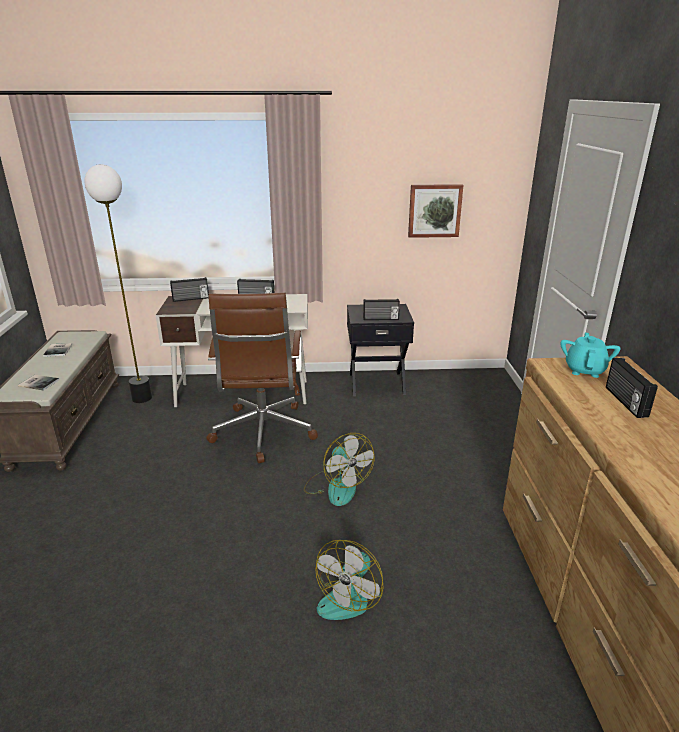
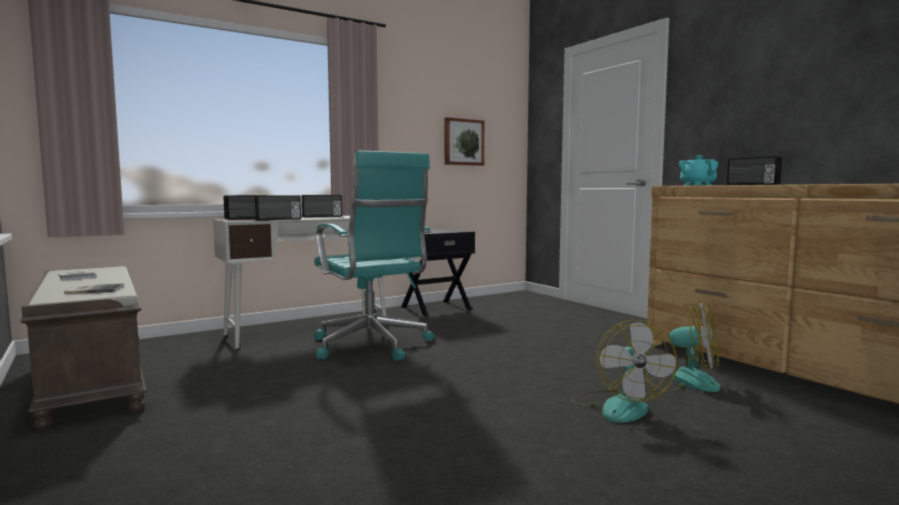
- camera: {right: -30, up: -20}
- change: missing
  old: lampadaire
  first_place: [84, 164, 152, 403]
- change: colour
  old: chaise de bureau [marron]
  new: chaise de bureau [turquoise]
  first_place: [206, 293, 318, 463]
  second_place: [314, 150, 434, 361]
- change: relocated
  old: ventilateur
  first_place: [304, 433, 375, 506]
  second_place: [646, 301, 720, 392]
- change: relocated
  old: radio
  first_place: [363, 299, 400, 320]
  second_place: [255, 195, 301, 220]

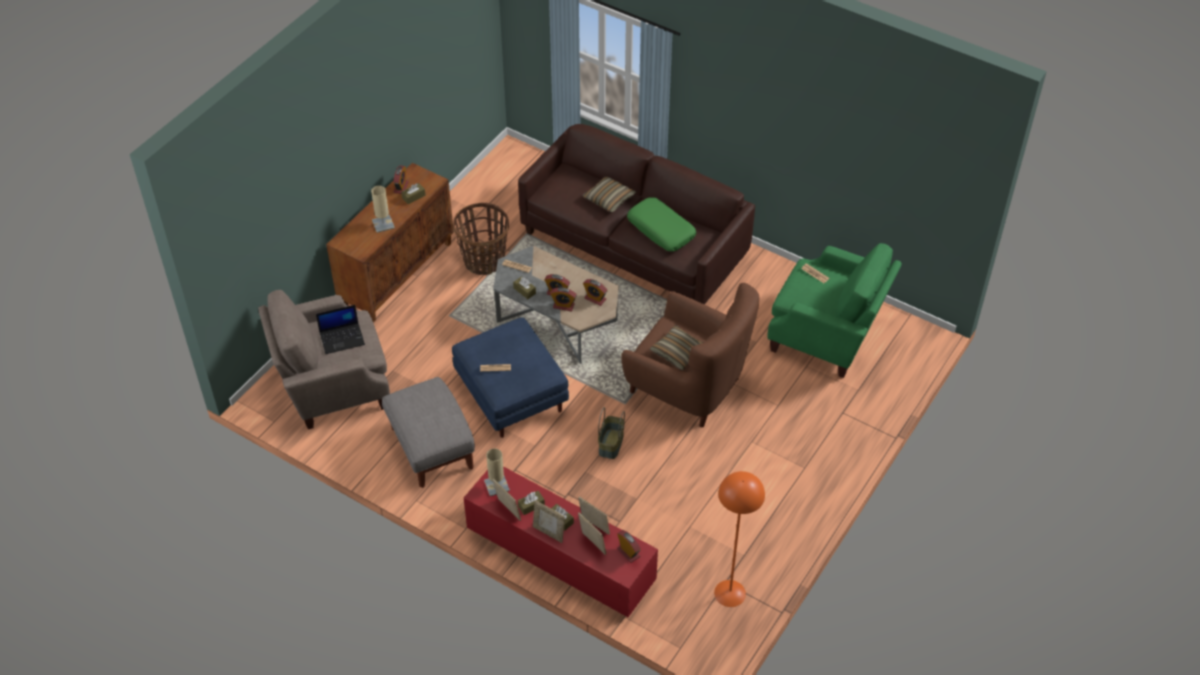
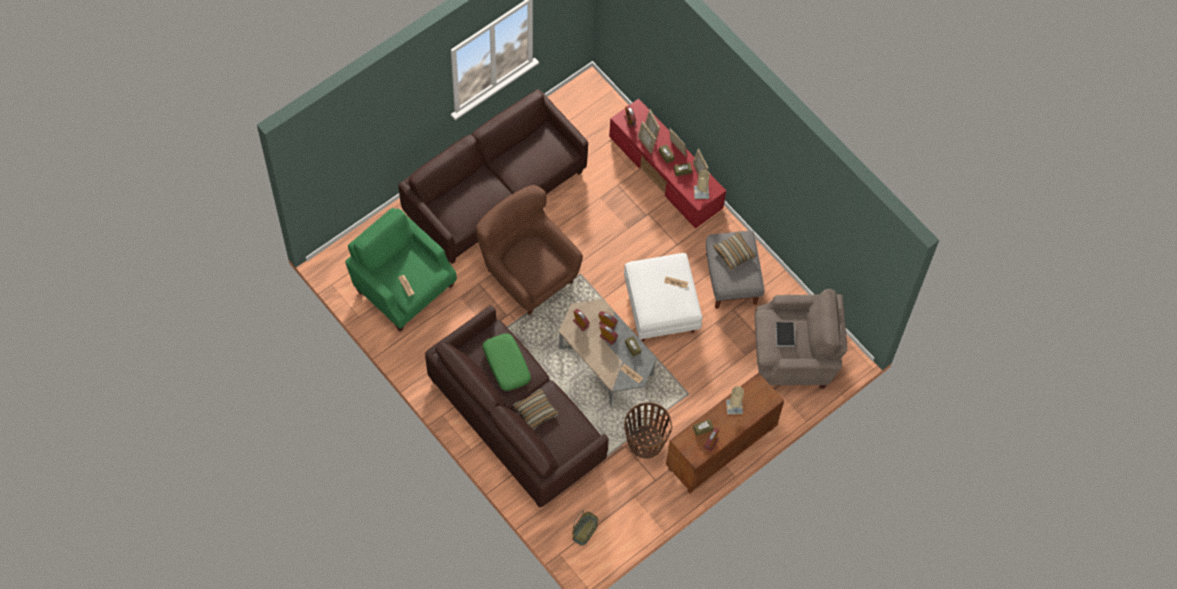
- camera: {right: -165, up: 15}
- change: exchanged
  old: ordinateur portable
  new: livre
  first_place: [316, 305, 365, 354]
  second_place: [776, 321, 795, 347]
- change: colour
  old: pouf [bleu]
  new: pouf [blanc]
  first_place: [452, 317, 569, 438]
  second_place: [624, 253, 702, 341]
- change: relocated
  old: panier
  first_place: [598, 407, 625, 459]
  second_place: [572, 510, 598, 546]
- change: relocated
  old: coussin
  first_place: [650, 325, 703, 371]
  second_place: [712, 231, 756, 270]
- change: missing
  old: lampadaire [orange]
  first_place: [714, 471, 765, 607]
- change: appeared
  new: canapé [marron]
  second_place: [398, 89, 588, 264]

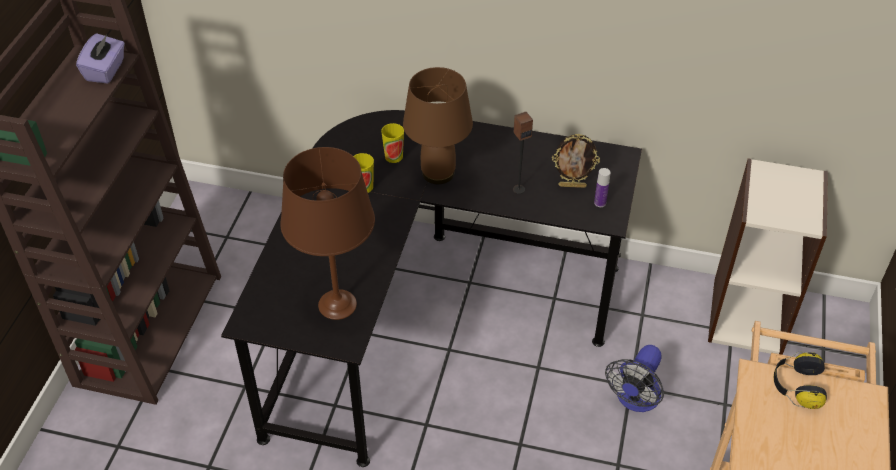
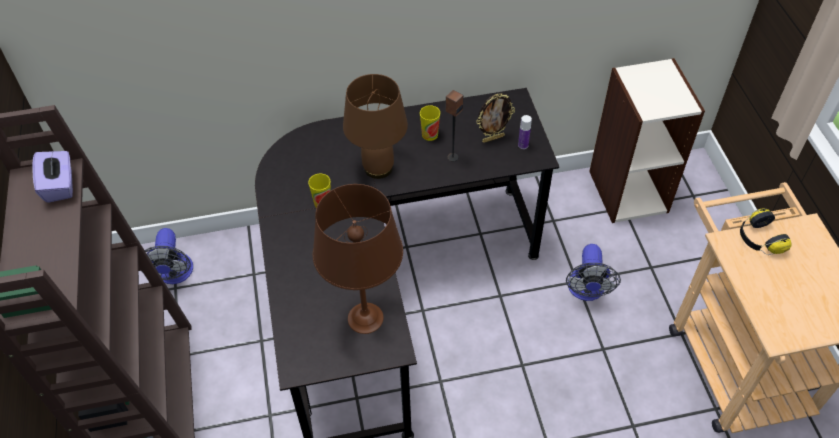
- camera: {right: -25, up: 5}
- change: relocated
  old: tasse
  first_place: [381, 123, 404, 163]
  second_place: [420, 105, 440, 141]
- change: appeared
  new: ventilateur
  second_place: [141, 228, 193, 284]

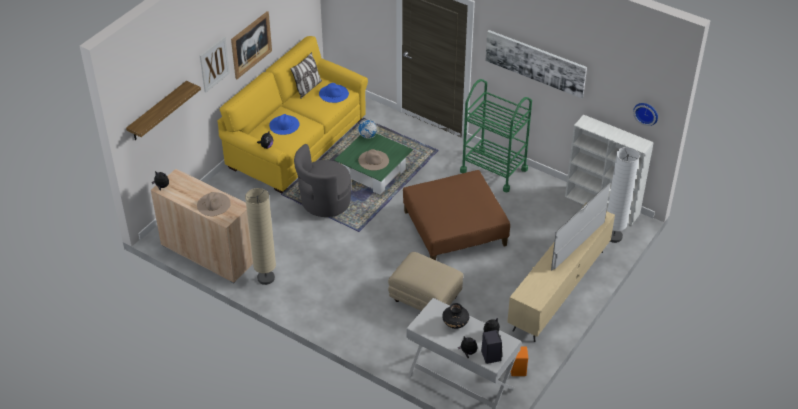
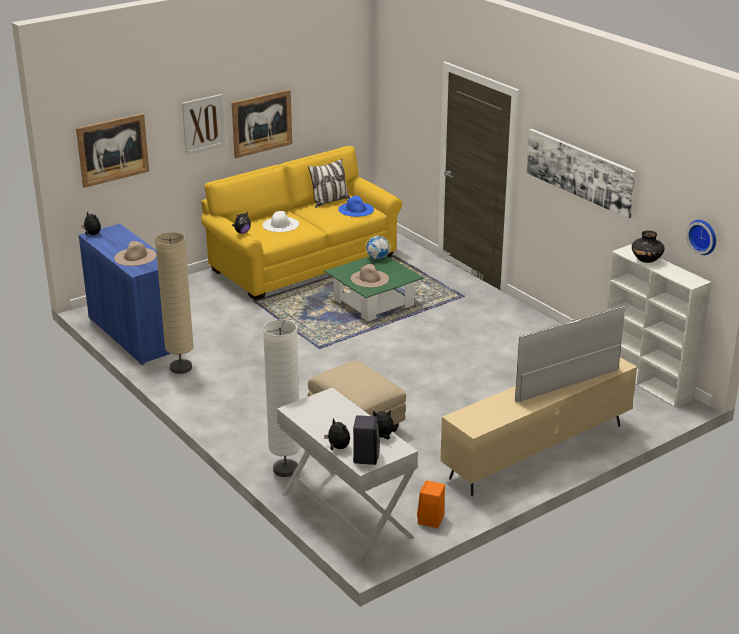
- camera: {right: 20, up: -15}
- change: exchanged
  old: étagère
  new: tableau
  first_place: [126, 81, 201, 140]
  second_place: [76, 113, 149, 188]
- change: colour
  old: meuble de rangement [beige]
  new: meuble de rangement [bleu]
  first_place: [151, 169, 253, 283]
  second_place: [78, 224, 171, 365]
- change: colour
  old: chapeau [bleu]
  new: chapeau [blanc]
  first_place: [269, 114, 299, 135]
  second_place: [263, 211, 299, 232]
- change: missing
  old: fauteuil [gris]
  first_place: [294, 144, 352, 217]
- change: missing
  old: pouf [marron]
  first_place: [403, 170, 510, 260]
- change: relocated
  old: vase [noir]
  first_place: [442, 303, 469, 329]
  second_place: [632, 231, 665, 263]
- change: missing
  old: chariot [vert]
  first_place: [460, 79, 532, 193]
- change: relocated
  old: lampadaire [blanc]
  first_place: [607, 147, 640, 243]
  second_place: [263, 319, 301, 477]

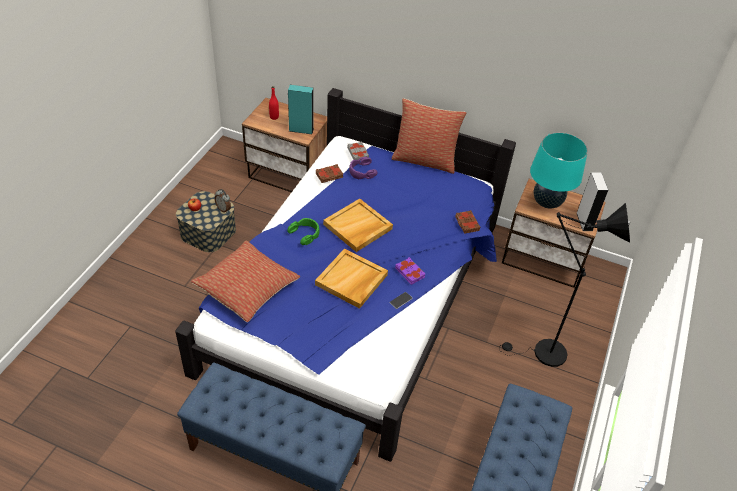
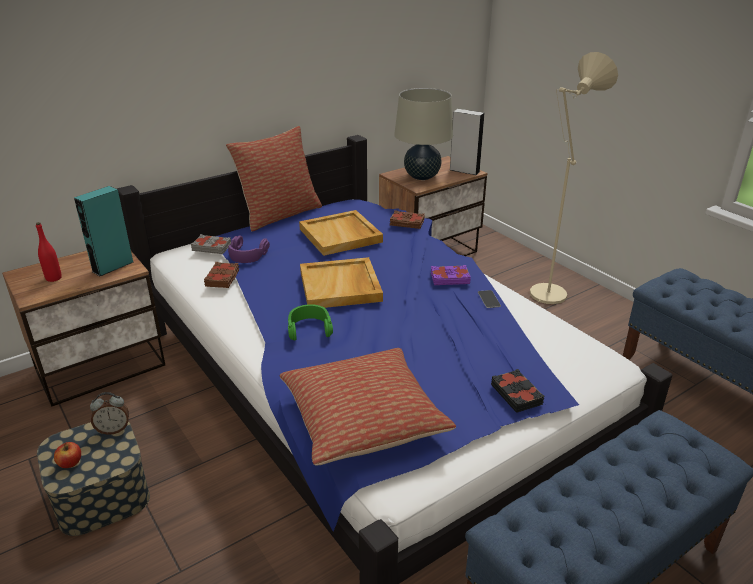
- camera: {right: -55, up: -15}
- change: relocated
  old: plateau [beige]
  first_place: [315, 249, 388, 309]
  second_place: [299, 210, 383, 256]
- change: colour
  old: lampadaire [noir]
  new: lampadaire [beige]
  first_place: [499, 203, 630, 367]
  second_place: [530, 52, 618, 304]
- change: colour
  old: lampe de table [turquoise]
  new: lampe de table [beige]
  first_place: [530, 132, 588, 209]
  second_place: [394, 88, 453, 180]
- change: appeared
  new: livre [noir]
  second_place: [491, 369, 544, 413]

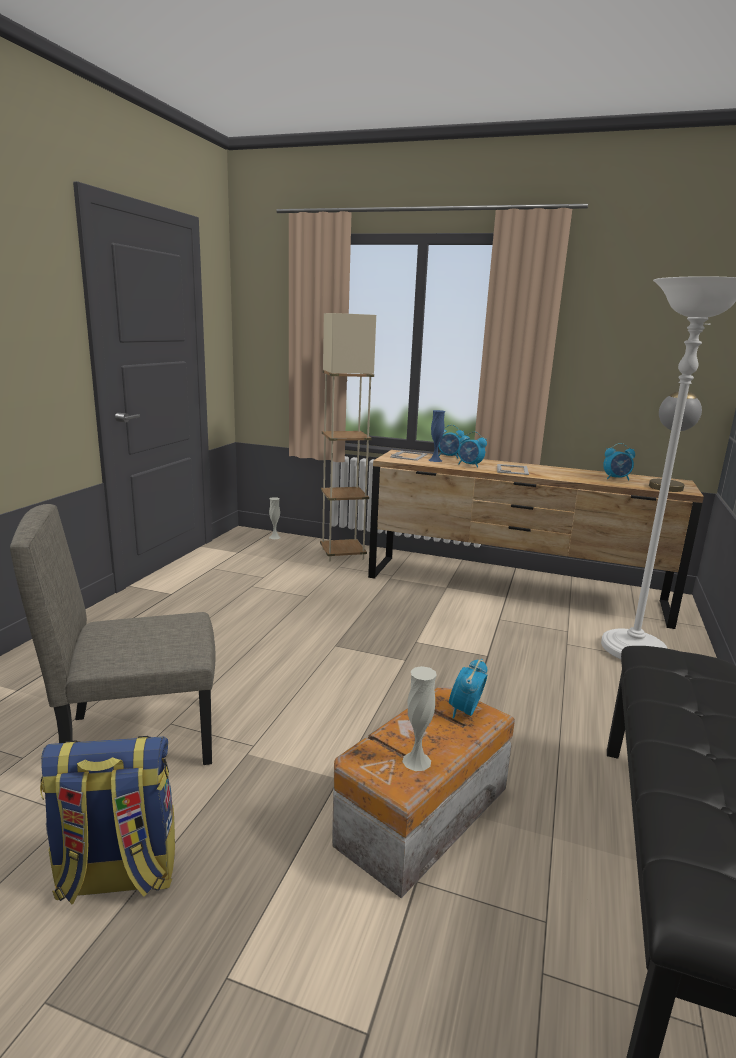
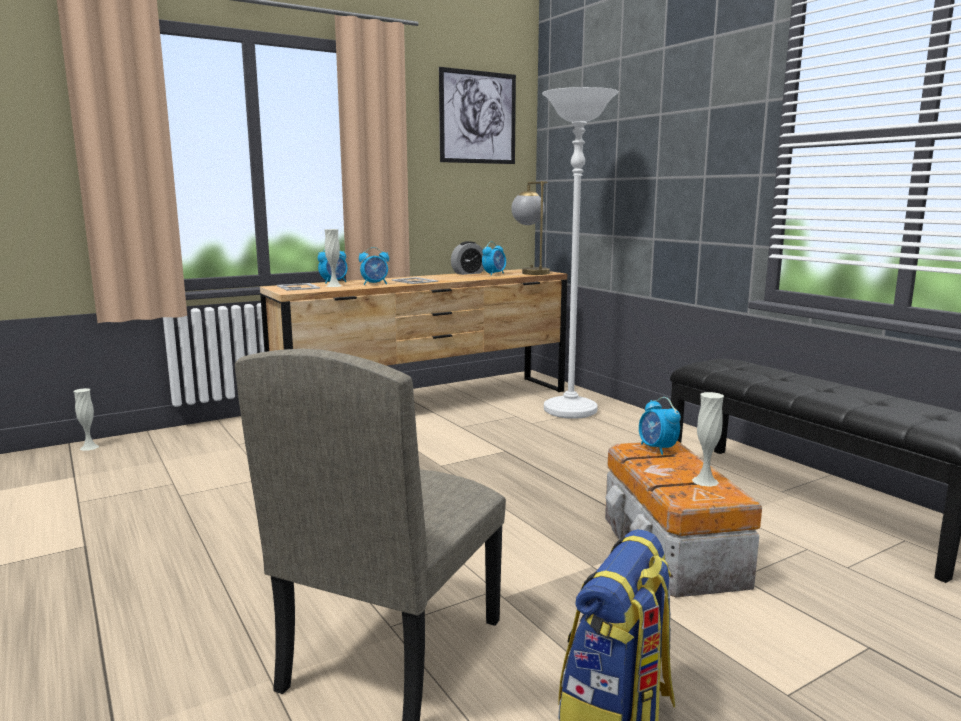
- camera: {right: -50, up: -5}
- change: missing
  old: lampadaire [beige]
  first_place: [320, 313, 376, 562]
- change: colour
  old: vase [bleu]
  new: vase [blanc]
  first_place: [428, 410, 445, 462]
  second_place: [324, 229, 342, 287]
- change: appeared
  new: tableau
  second_place: [439, 67, 516, 164]
- change: appeared
  new: réveil
  second_place: [451, 241, 484, 275]

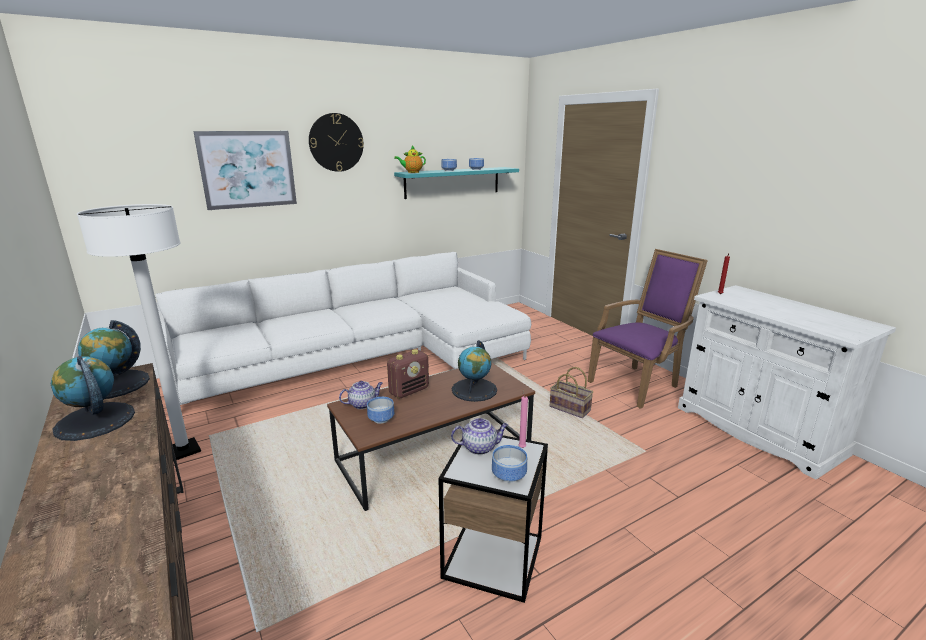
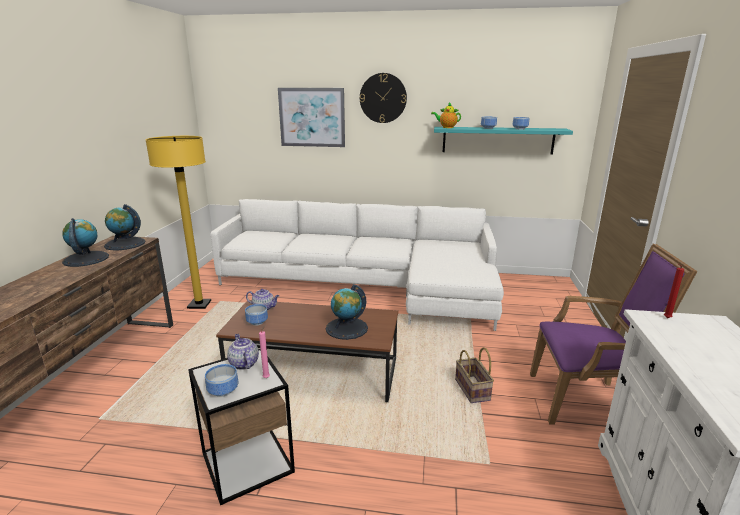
- camera: {right: 40, up: 0}
- change: colour
  old: lampadaire [blanc]
  new: lampadaire [jaune]
  first_place: [77, 204, 201, 461]
  second_place: [145, 136, 211, 309]
- change: missing
  old: radio
  first_place: [387, 349, 429, 399]
- change: spun
  old: théière
  first_place: [451, 418, 508, 455]
  second_place: [227, 334, 259, 370]
  degrees: -150

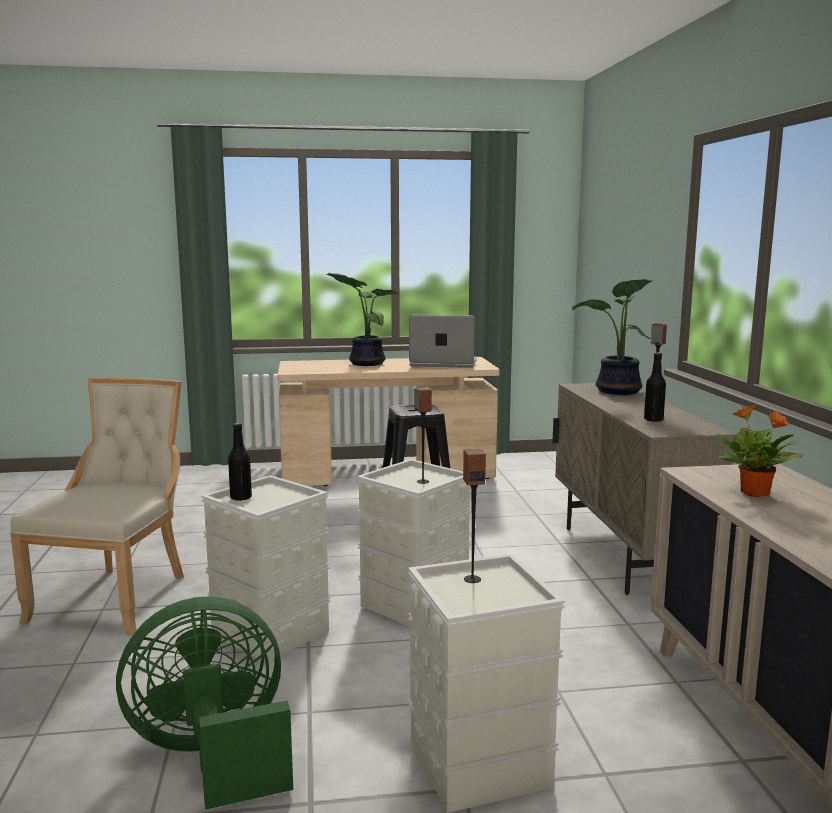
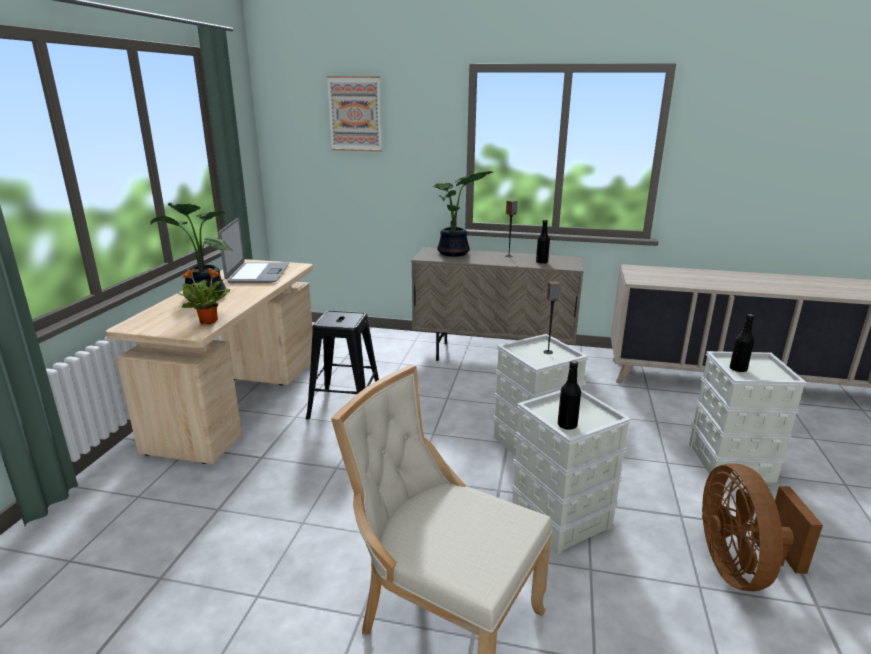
- camera: {right: -70, up: 10}
- change: colour
  old: ventilateur [vert]
  new: ventilateur [marron]
  first_place: [116, 596, 293, 810]
  second_place: [702, 463, 823, 591]
- change: spun
  old: ordinateur portable
  first_place: [409, 315, 477, 368]
  second_place: [218, 218, 289, 283]
  degrees: 150
- change: exchanged
  old: enceinte
  new: bouteille [noir]
  first_place: [463, 449, 486, 583]
  second_place: [730, 314, 754, 372]
- change: relocated
  old: plante en pot
  first_place: [716, 405, 804, 497]
  second_place: [177, 267, 231, 324]
- change: appeared
  new: tableau
  second_place: [327, 76, 382, 152]

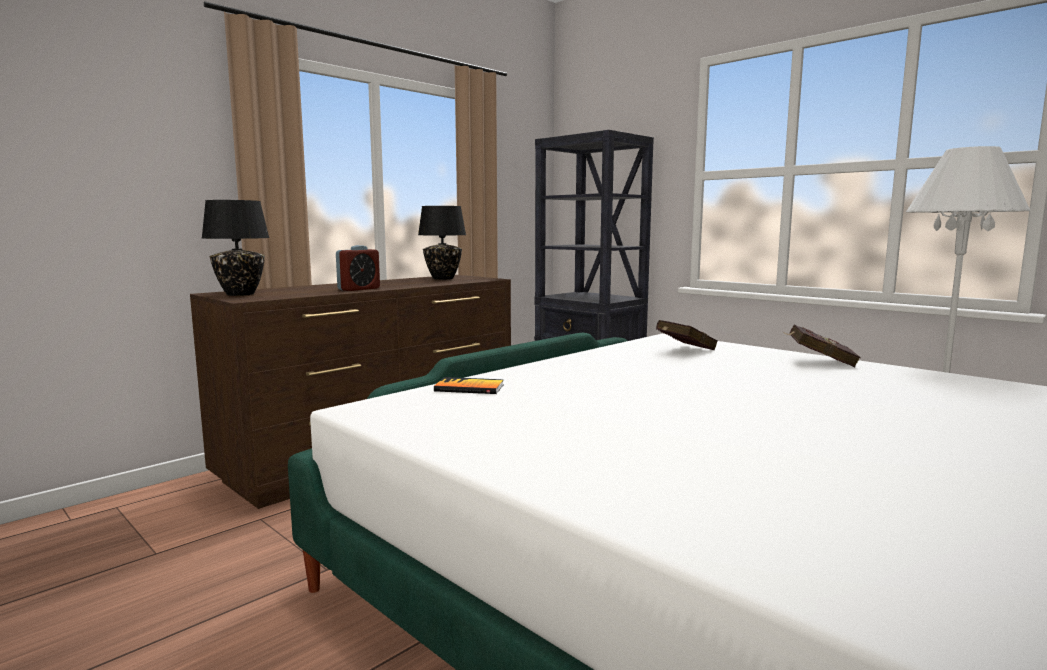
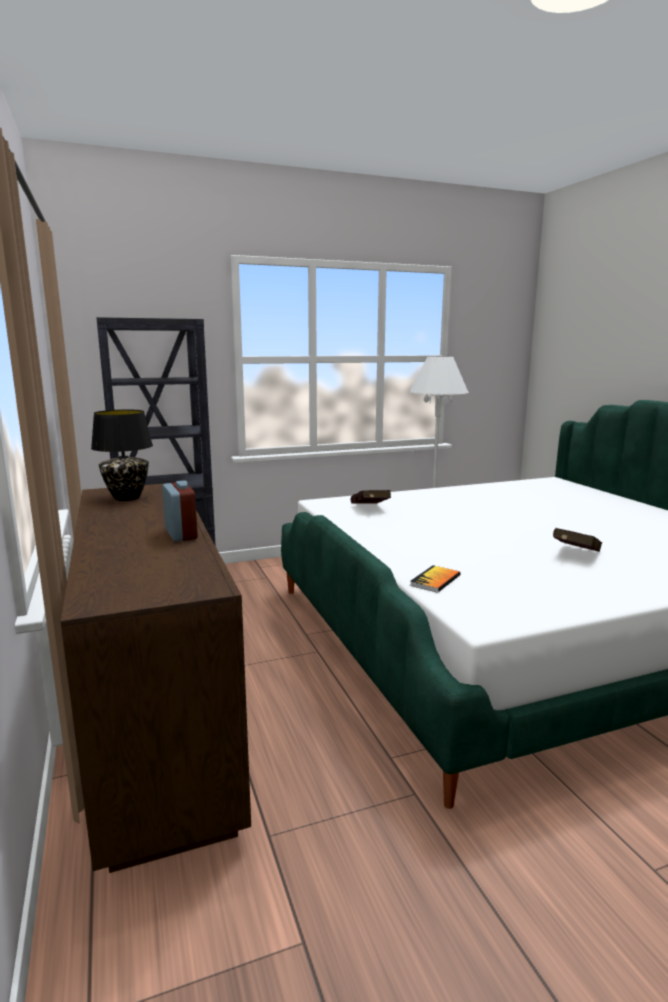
- camera: {right: -65, up: 5}
- change: missing
  old: lampe de table [noir]
  first_place: [202, 200, 270, 296]
- change: relocated
  old: livre [rouge]
  first_place: [782, 325, 861, 367]
  second_place: [553, 528, 602, 552]

